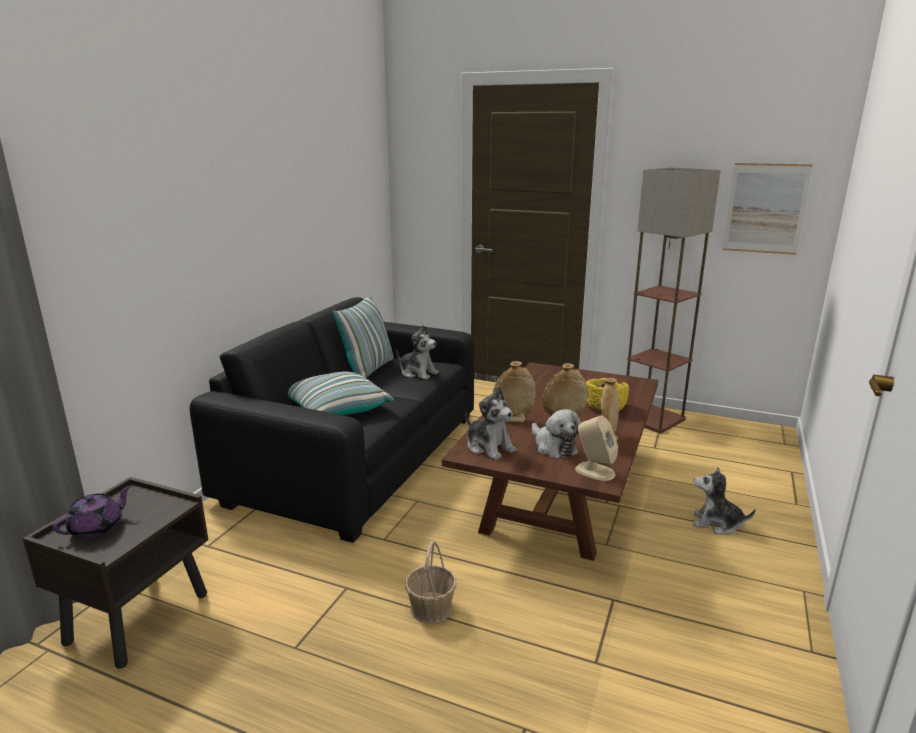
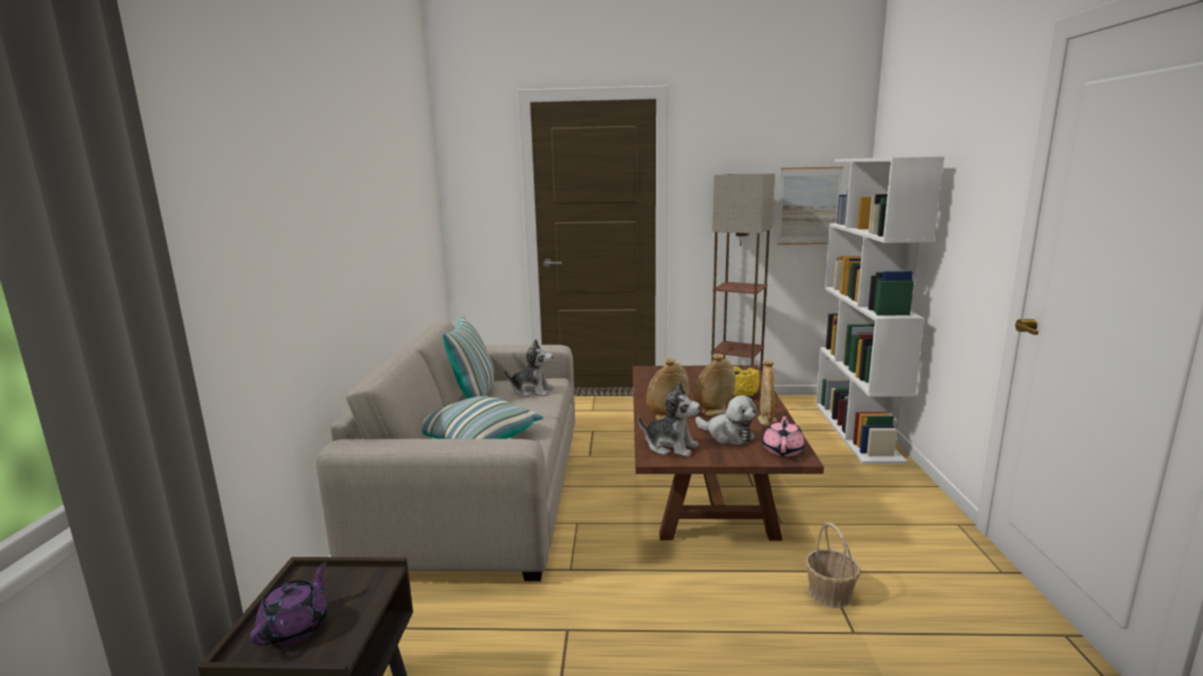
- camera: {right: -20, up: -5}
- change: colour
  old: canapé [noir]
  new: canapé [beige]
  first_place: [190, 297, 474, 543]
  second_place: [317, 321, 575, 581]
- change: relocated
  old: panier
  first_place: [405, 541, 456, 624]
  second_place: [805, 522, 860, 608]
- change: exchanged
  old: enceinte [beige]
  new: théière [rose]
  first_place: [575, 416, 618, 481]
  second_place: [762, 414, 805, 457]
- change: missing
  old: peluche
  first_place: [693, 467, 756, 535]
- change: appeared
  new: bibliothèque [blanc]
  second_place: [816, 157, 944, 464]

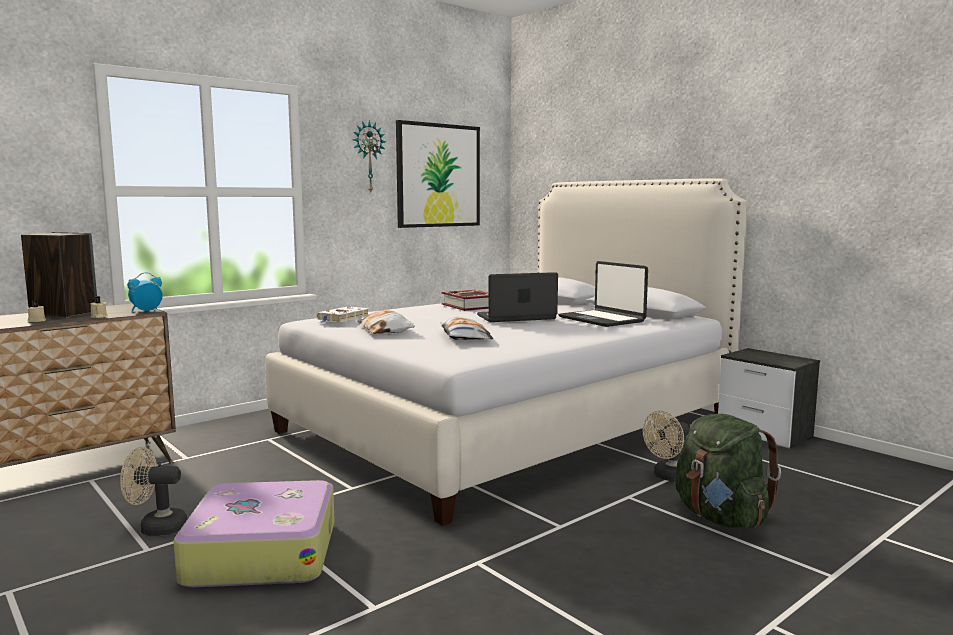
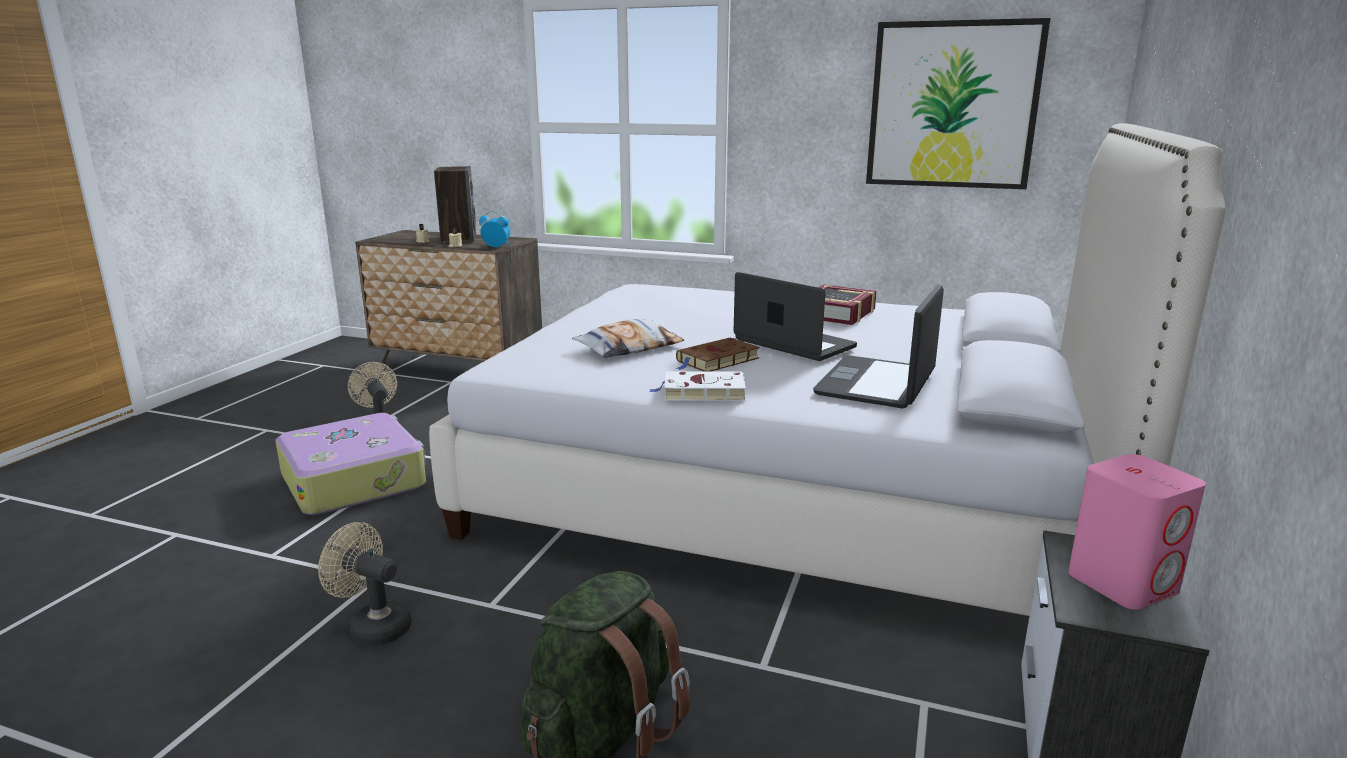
- camera: {right: 60, up: 10}
- change: relocated
  old: livre [blanc]
  first_place: [317, 306, 369, 323]
  second_place: [649, 371, 746, 401]
- change: missing
  old: horloge murale
  first_place: [353, 120, 386, 192]
- change: missing
  old: coussin
  first_place: [357, 310, 415, 334]
- change: relocated
  old: ventilateur [beige]
  first_place: [643, 411, 689, 482]
  second_place: [318, 522, 411, 646]
- change: appeared
  new: livre [marron]
  second_place: [676, 338, 760, 372]
- change: appeared
  new: enceinte [rose]
  second_place: [1068, 454, 1206, 610]

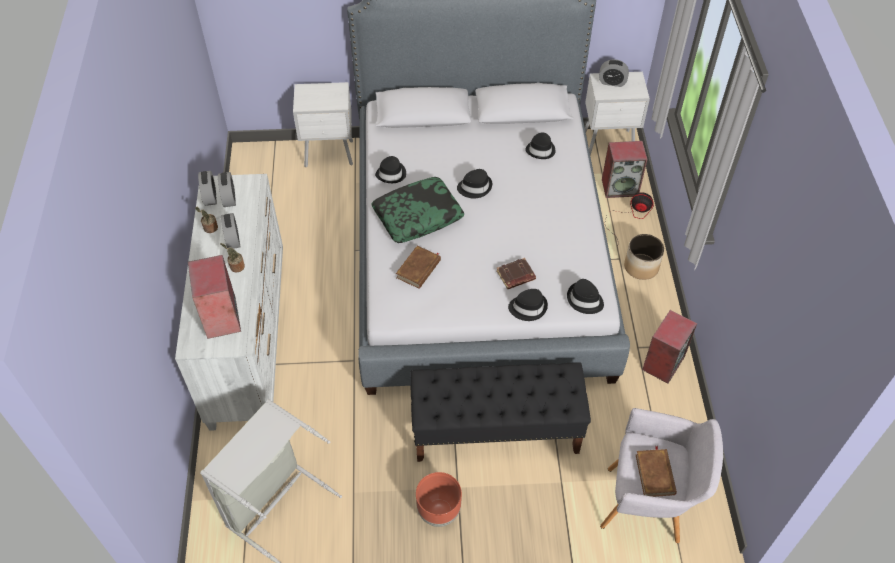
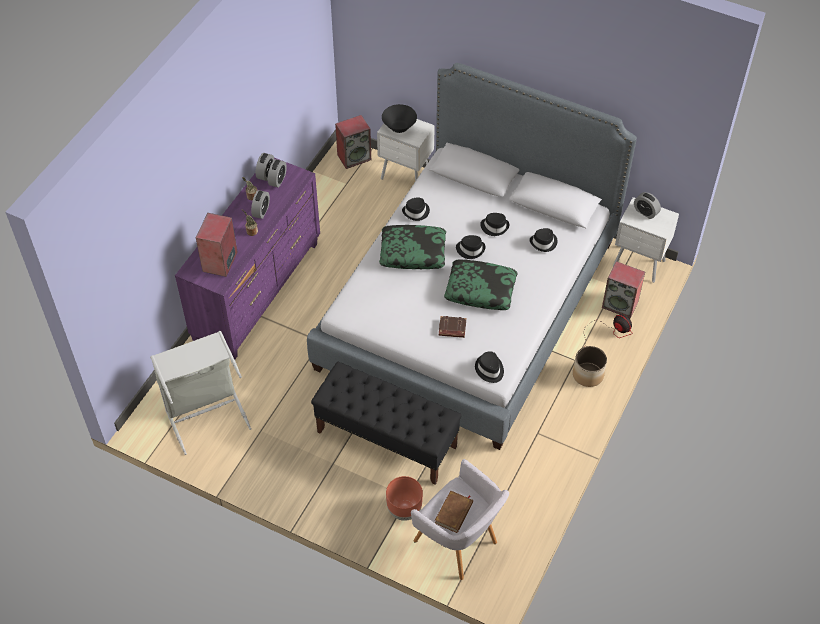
- camera: {right: 30, up: 0}
- change: colour
  old: commode [blanc]
  new: commode [violet]
  first_place: [175, 174, 283, 431]
  second_place: [175, 158, 320, 360]
- change: missing
  old: livre [marron]
  first_place: [396, 246, 441, 289]
- change: relocated
  old: cache-pot [marron]
  first_place: [416, 472, 462, 527]
  second_place: [386, 476, 423, 521]
- change: relocated
  old: chapeau [noir]
  first_place: [508, 289, 548, 321]
  second_place: [480, 213, 510, 236]
- change: relocated
  old: enceinte
  first_place: [642, 310, 697, 384]
  second_place: [335, 115, 371, 169]
- change: appeared
  new: bol [noir]
  second_place: [382, 104, 417, 133]
- change: appeared
  new: coussin
  second_place: [444, 259, 518, 310]

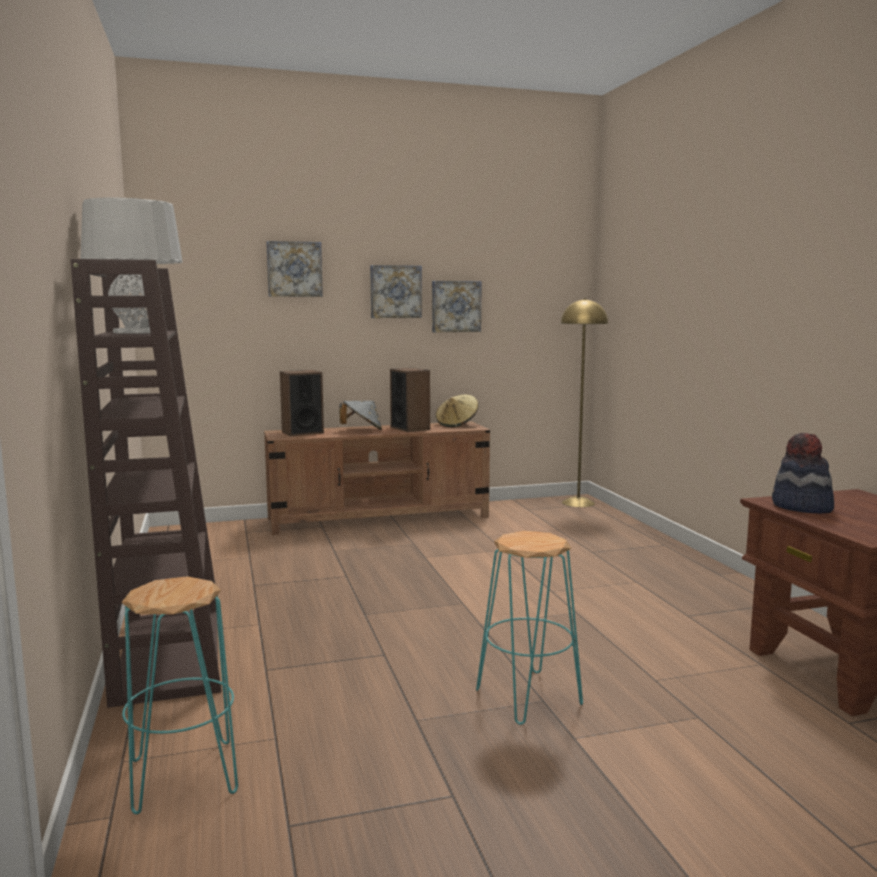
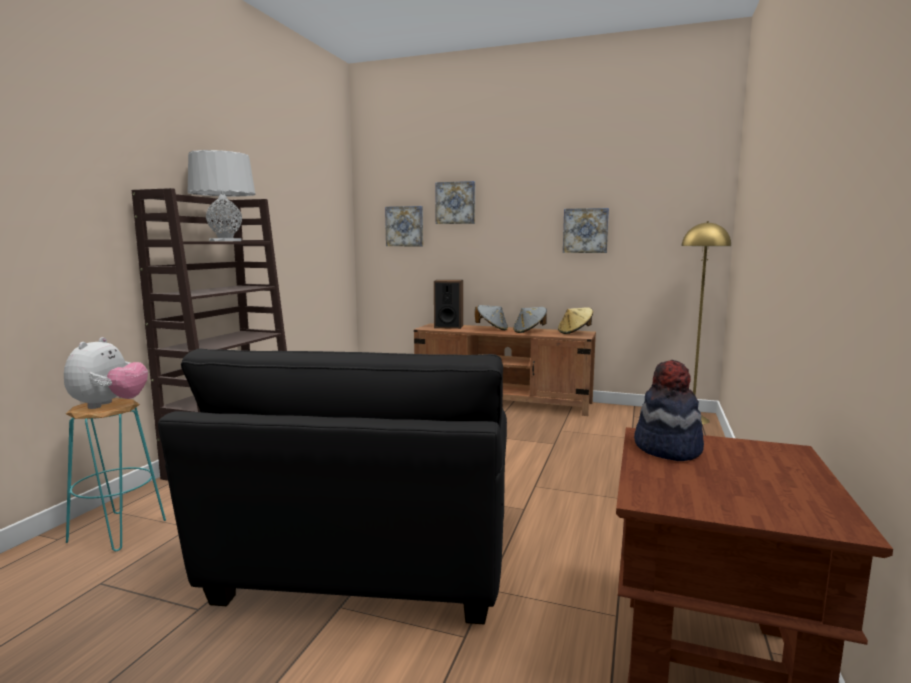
- camera: {right: 35, up: 0}
- change: relocated
  old: tableau
  first_place: [370, 265, 422, 318]
  second_place: [385, 206, 423, 246]
- change: exchanged
  old: enceinte
  new: chapeau [gris]
  first_place: [390, 368, 430, 432]
  second_place: [513, 307, 547, 333]
- change: exchanged
  old: tabouret [turquoise]
  new: fauteuil [noir]
  first_place: [476, 531, 583, 725]
  second_place: [158, 348, 507, 624]
- change: appeared
  new: peluche
  second_place: [64, 337, 148, 409]

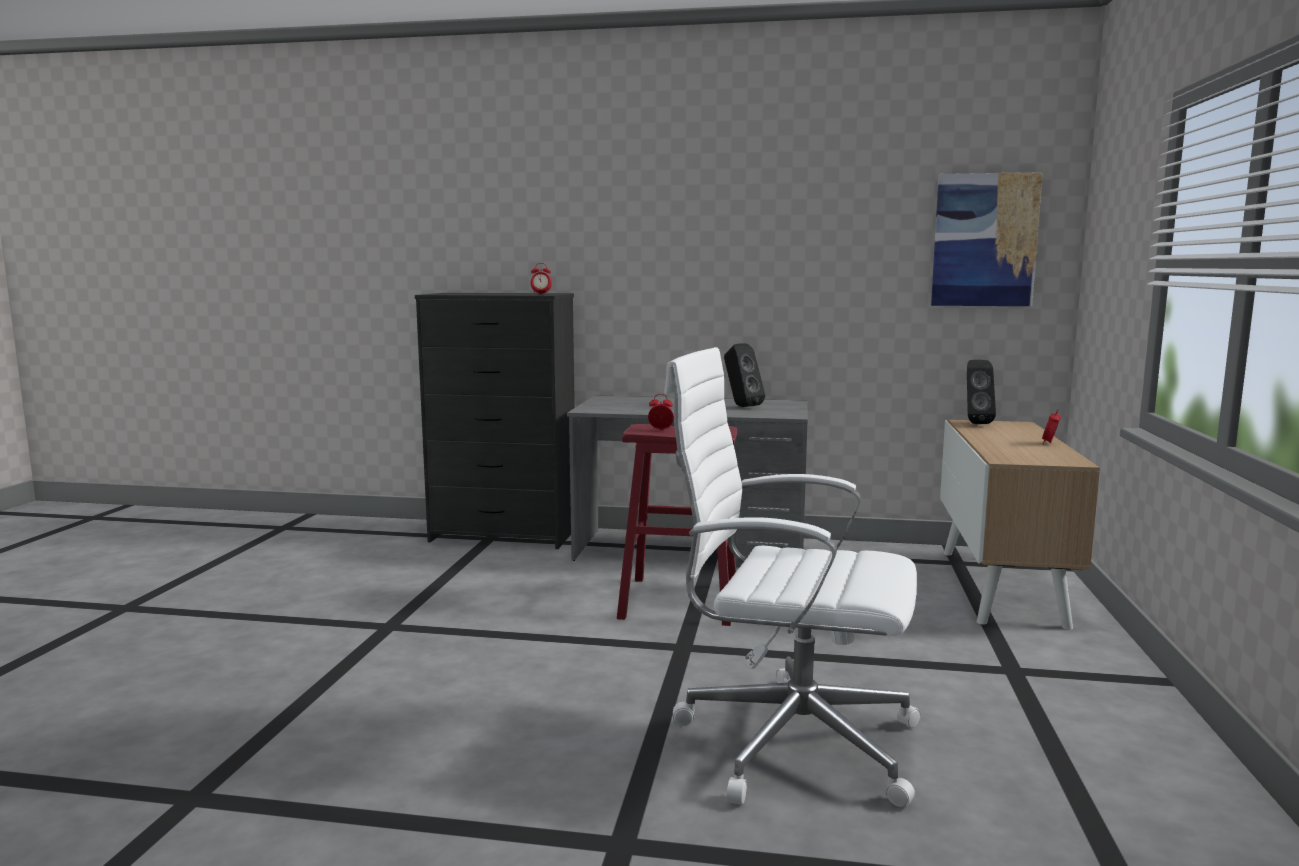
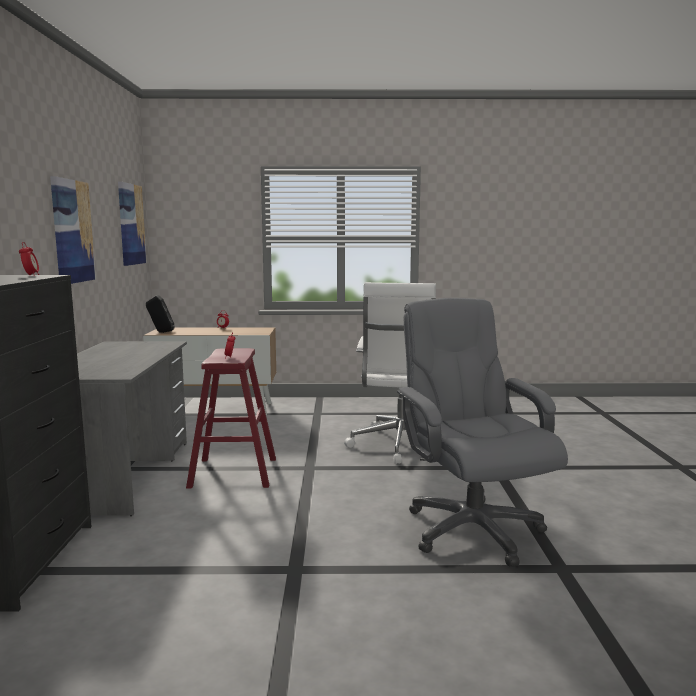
- camera: {right: -100, up: 0}
- change: missing
  old: enceinte [noir]
  first_place: [724, 343, 765, 407]
- change: appeared
  new: tableau
  second_place: [50, 176, 96, 284]
- change: appeared
  new: chaise de bureau [gris]
  second_place: [397, 298, 568, 567]

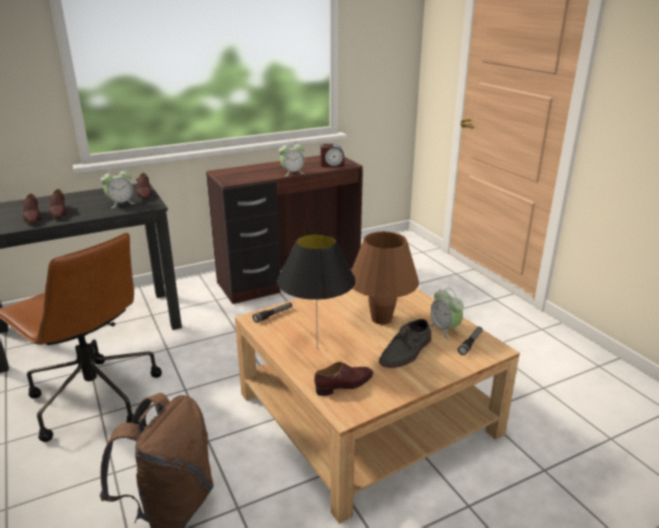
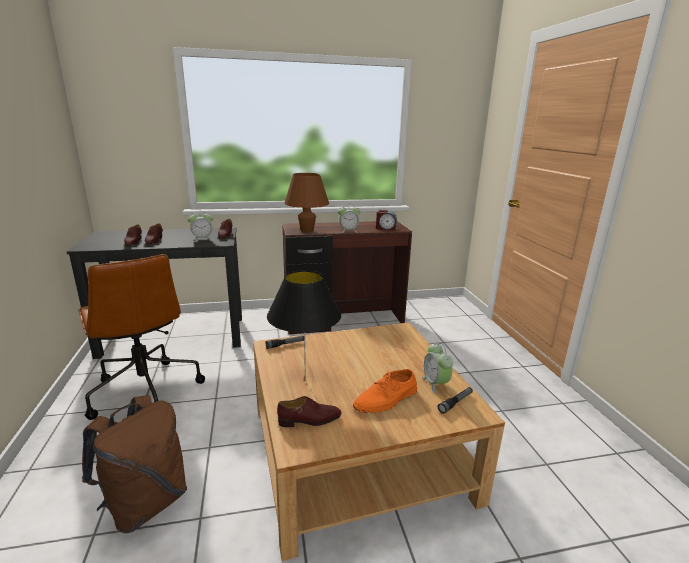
- camera: {right: 15, up: -5}
- change: relocated
  old: lampe de table [marron]
  first_place: [351, 231, 419, 325]
  second_place: [284, 173, 329, 233]
- change: colour
  old: chaussure [gris]
  new: chaussure [orange]
  first_place: [379, 319, 431, 368]
  second_place: [353, 369, 417, 413]

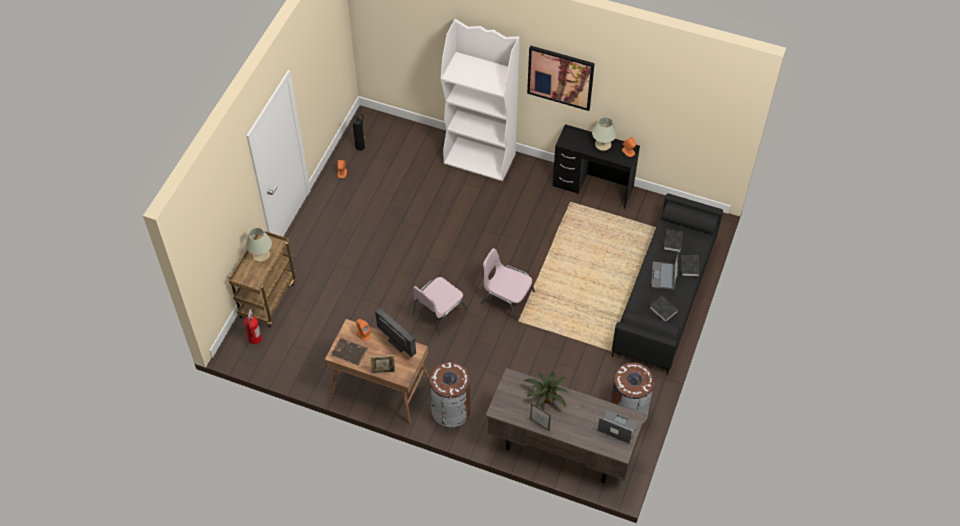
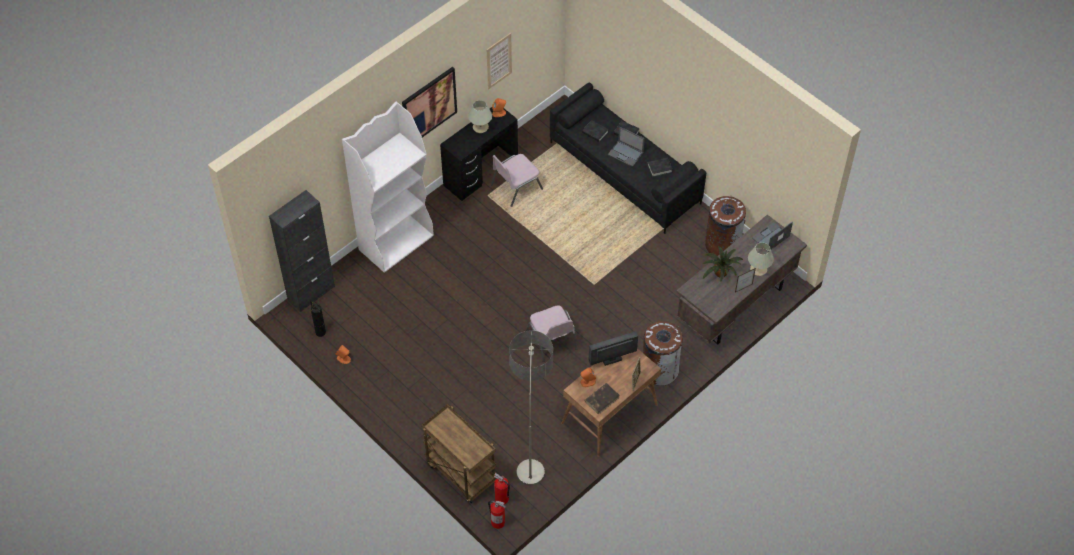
- camera: {right: -65, up: 0}
- change: relocated
  old: lampe de table [beige]
  first_place: [246, 228, 272, 262]
  second_place: [748, 242, 774, 276]
- change: relocated
  old: chaise [rose]
  first_place: [481, 248, 535, 321]
  second_place: [491, 154, 543, 207]
- change: appeared
  new: meuble de rangement [noir]
  second_place: [269, 190, 335, 312]
- change: appeared
  new: tableau
  second_place: [487, 33, 512, 89]
- change: appeared
  new: extincteur
  second_place: [488, 501, 506, 529]
- change: appeared
  new: lampadaire
  second_place: [509, 330, 553, 486]

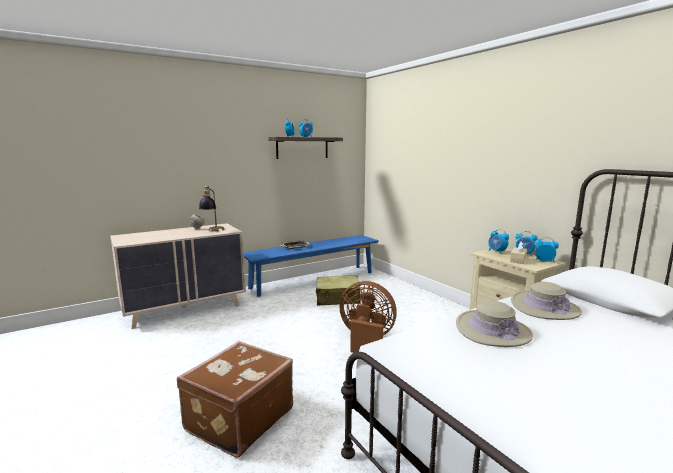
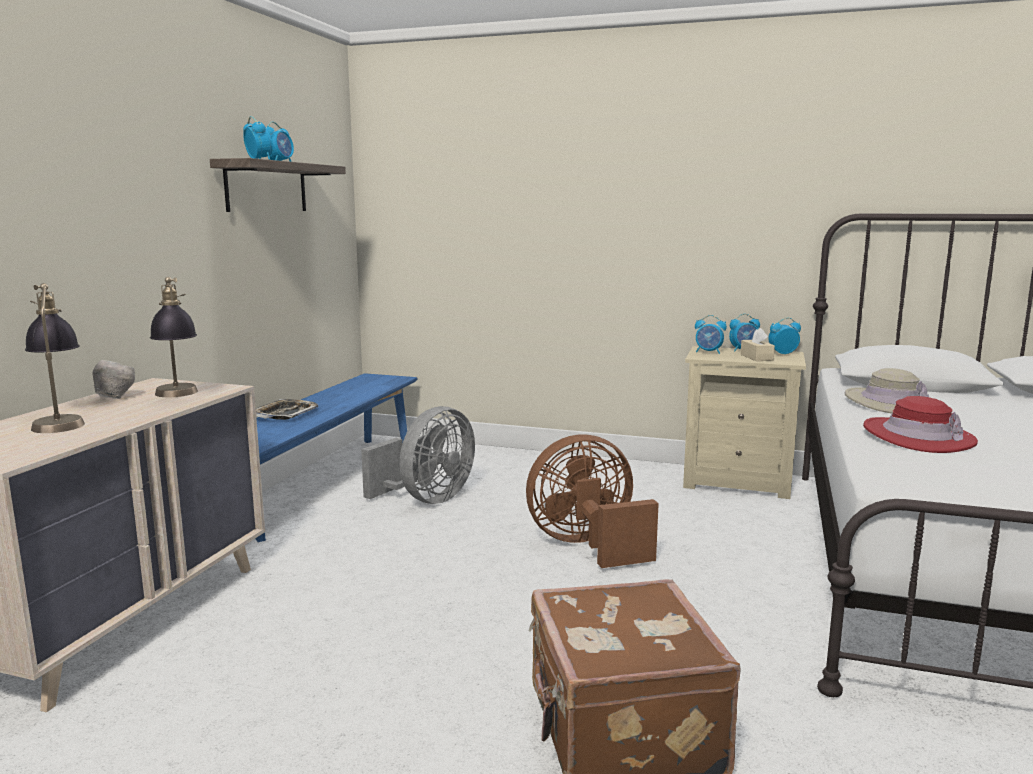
- camera: {right: -40, up: 0}
- change: exchanged
  old: valise [beige]
  new: ventilateur [gris]
  first_place: [316, 275, 362, 306]
  second_place: [361, 406, 475, 504]
- change: colour
  old: chapeau [beige]
  new: chapeau [rouge]
  first_place: [456, 301, 533, 347]
  second_place: [863, 396, 978, 453]
- change: appeared
  new: lampe de table
  second_place: [25, 283, 85, 433]

